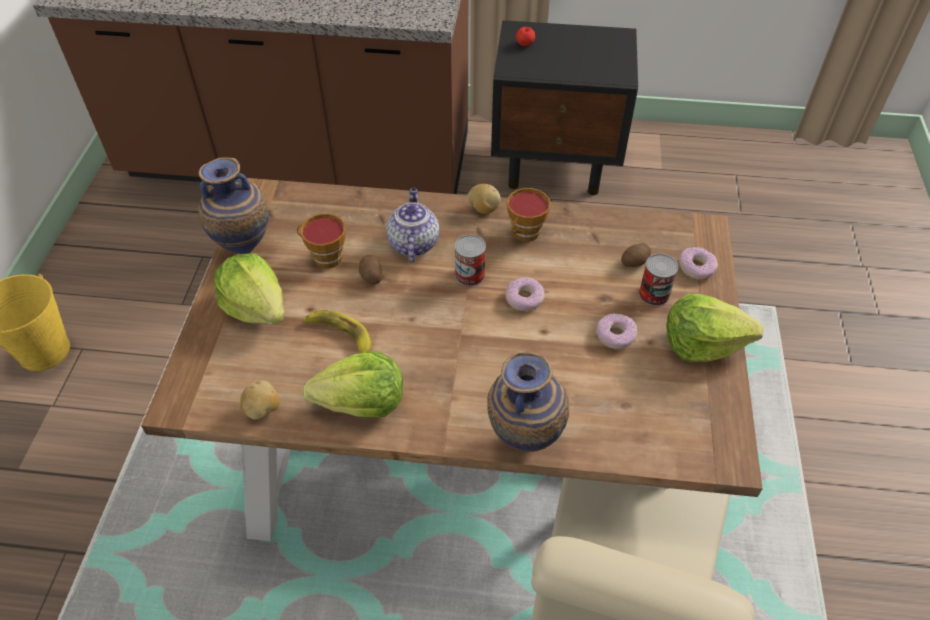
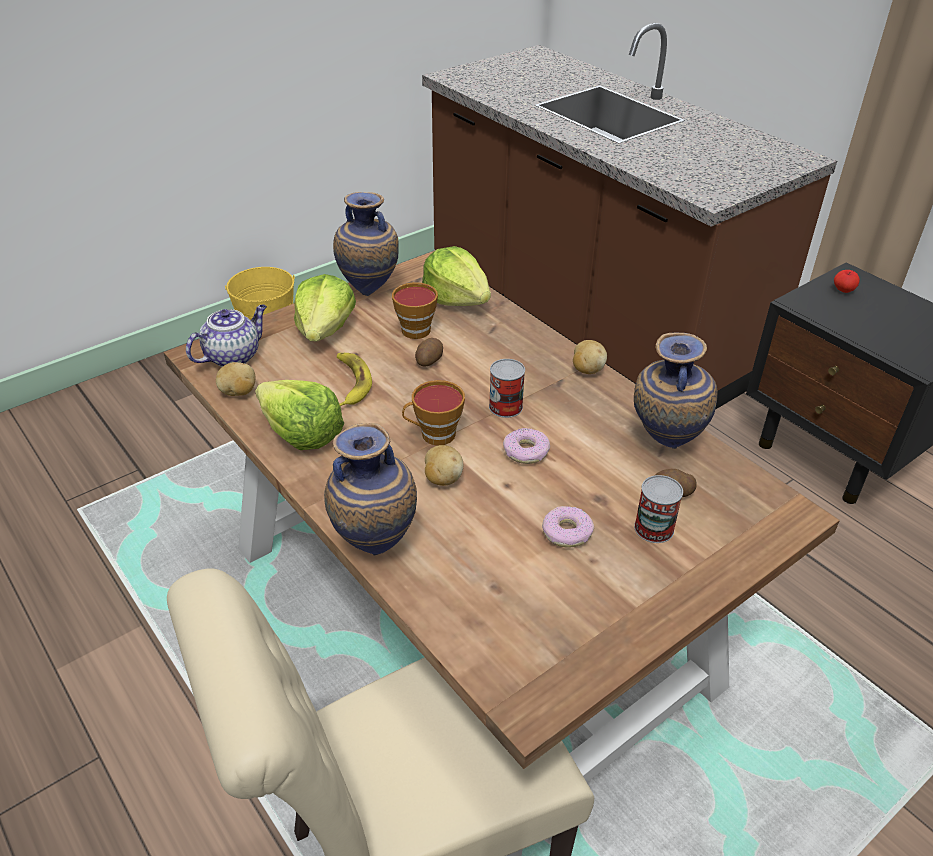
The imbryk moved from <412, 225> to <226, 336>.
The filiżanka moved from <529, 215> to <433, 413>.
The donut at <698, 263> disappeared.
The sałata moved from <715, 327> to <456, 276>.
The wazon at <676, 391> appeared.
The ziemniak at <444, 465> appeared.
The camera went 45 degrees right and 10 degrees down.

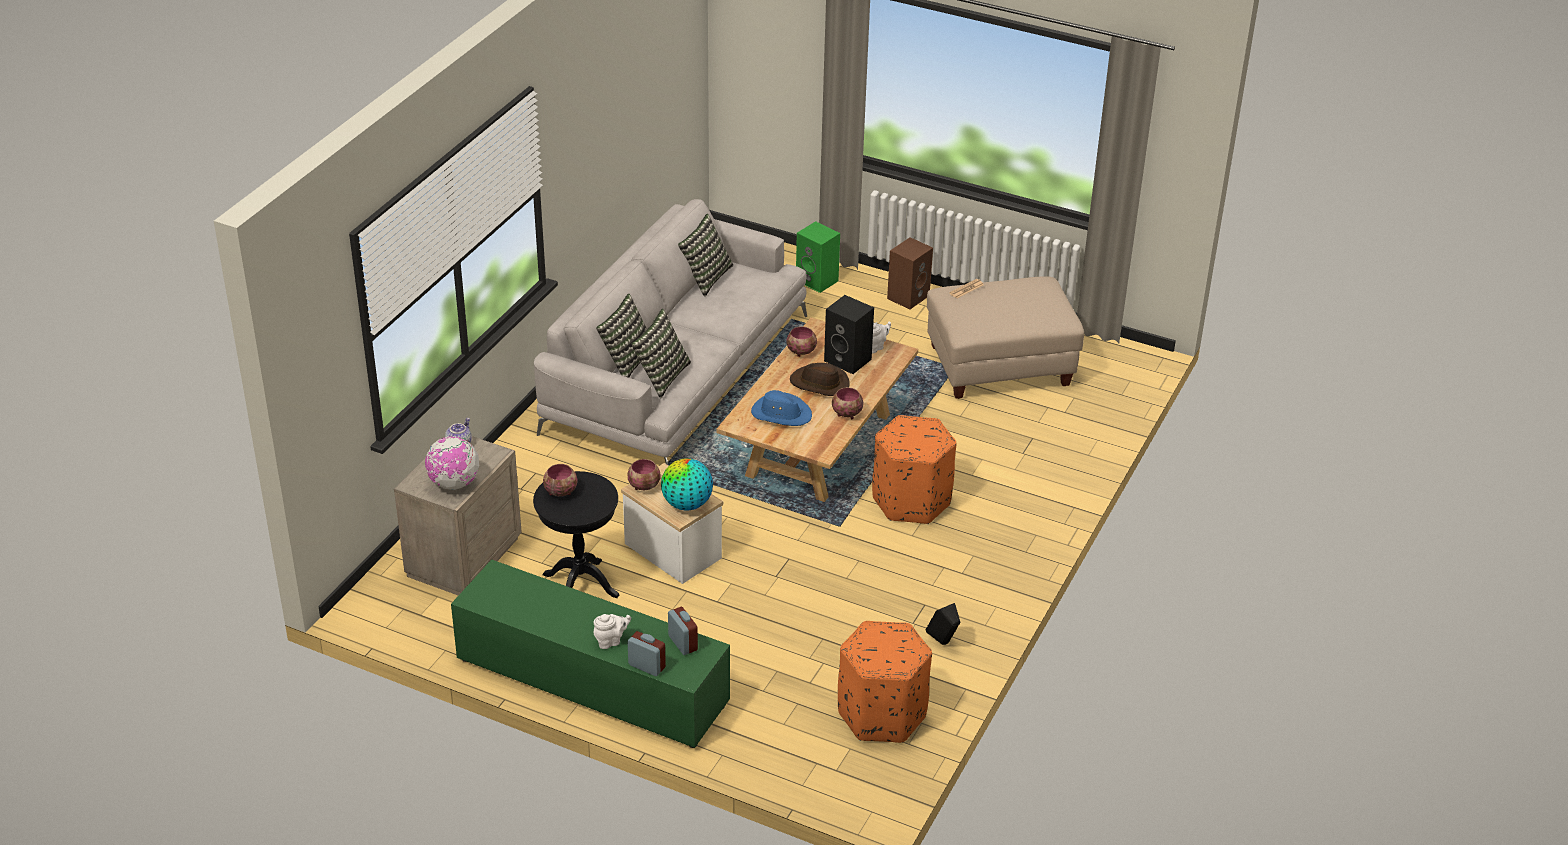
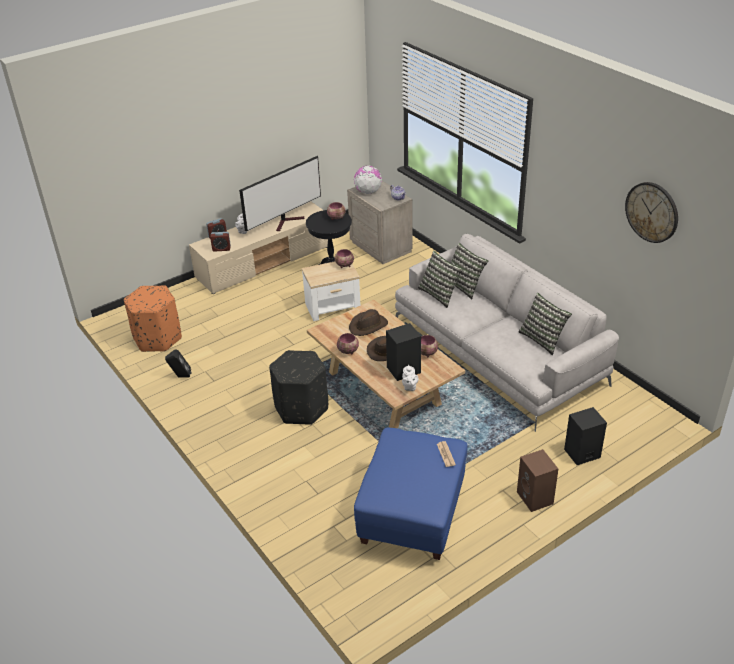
The głośnik (zielony) at <818, 257> became the głośnik (czarny) at <585, 436>.
The pufa (beżowy) at <1005, 337> became the pufa (niebieski) at <411, 493>.
The kapelusz (niebieski) at <781, 408> became the kapelusz (brązowy) at <368, 322>.
The pufa (pomarańczowy) at <914, 469> became the pufa (czarny) at <298, 387>.
The globus at <687, 484> disappeared.
The szafka pod telewizor (zielony) at <590, 653> became the szafka pod telewizor (beżowy) at <258, 247>.
The telewizor at <280, 193> appeared.
The zegar ścienny at <651, 212> appeared.
The camera went 120 degrees right and 0 degrees up.

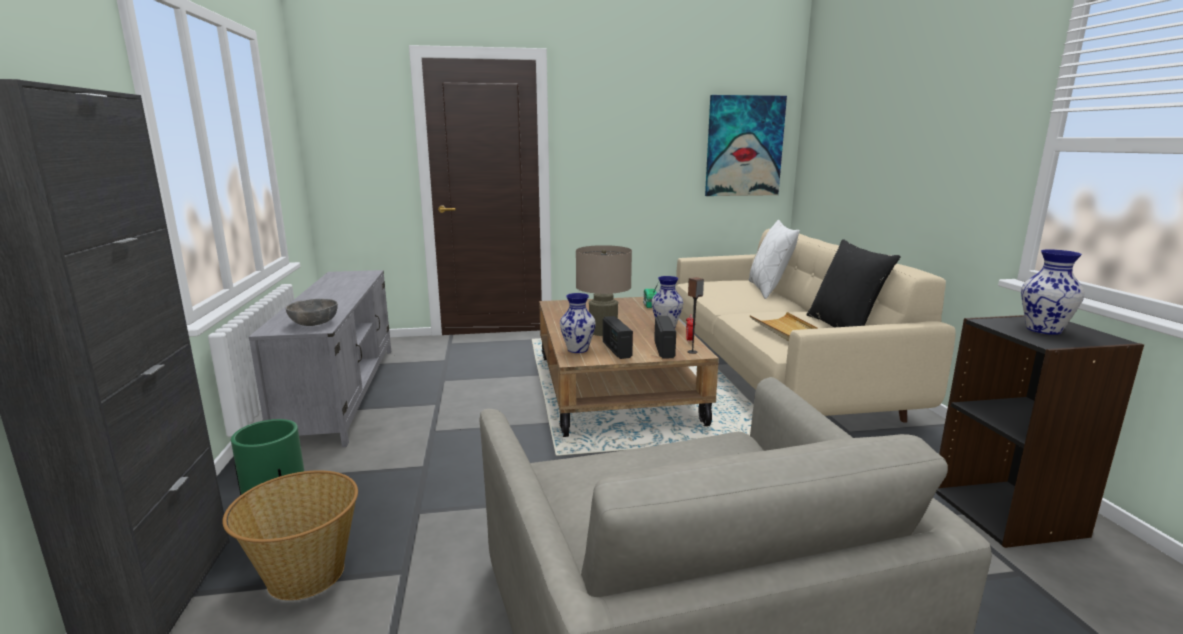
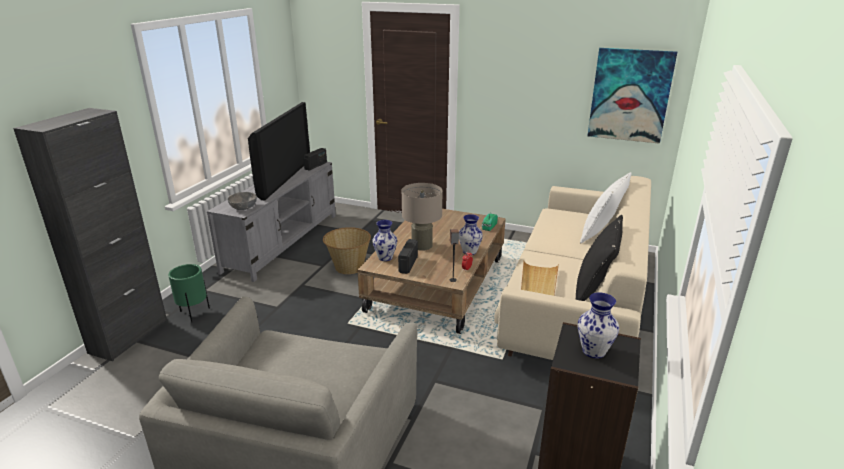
The radio moved from <665, 337> to <315, 159>.
The koszyk moved from <290, 535> to <347, 250>.
The telewizor at <279, 151> appeared.
The camera went 30 degrees right and 10 degrees up.

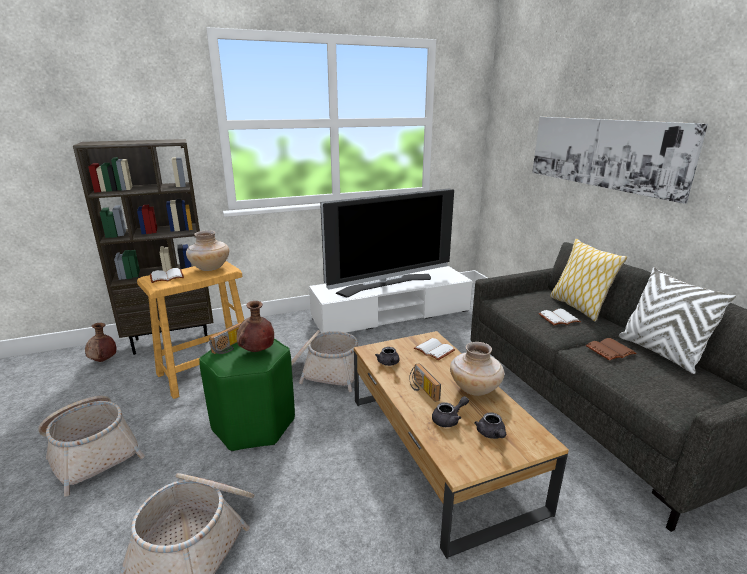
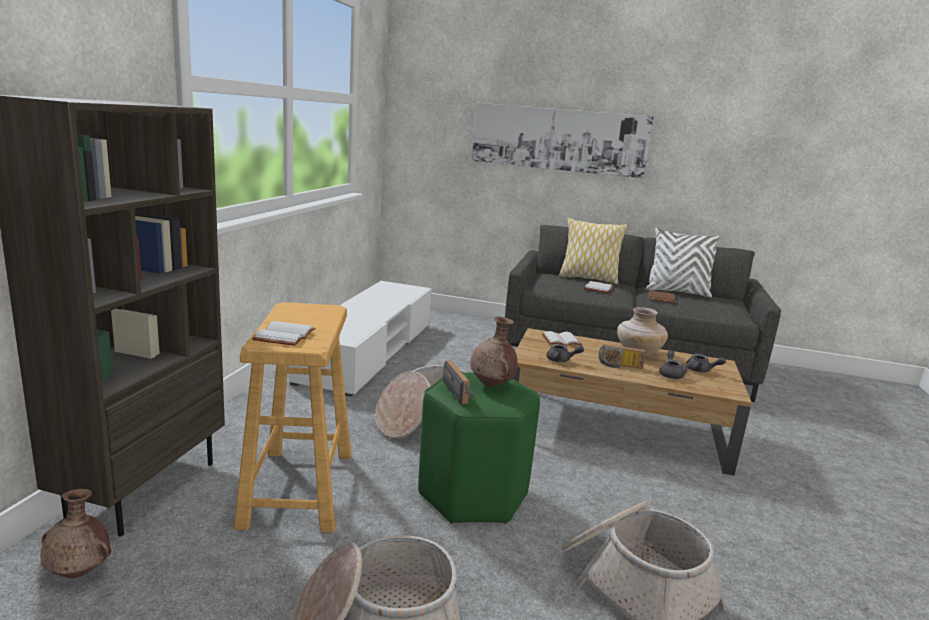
The telewizor at <387, 242> disappeared.
The wazon (beżowy) at <207, 250> disappeared.
The camera went 55 degrees left and 5 degrees down.

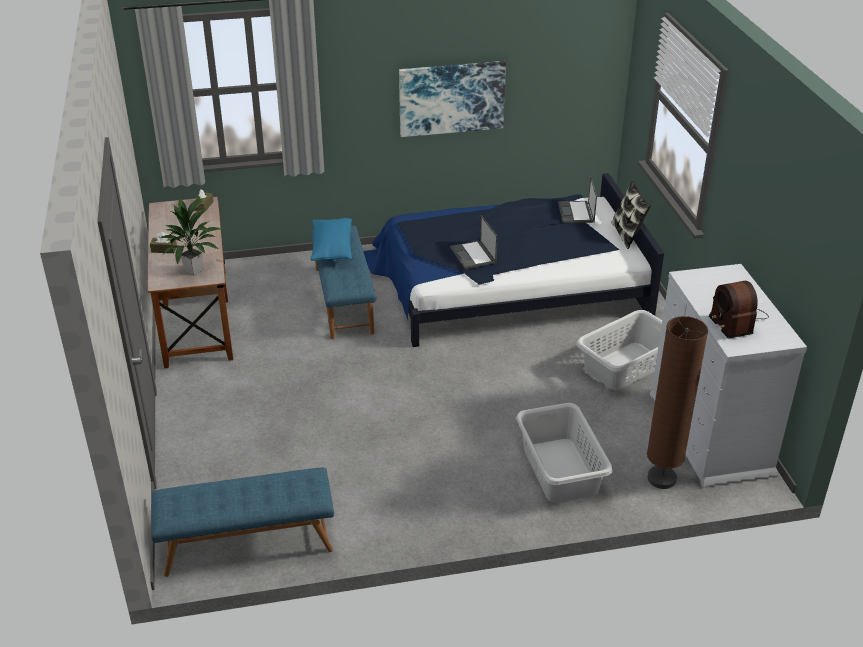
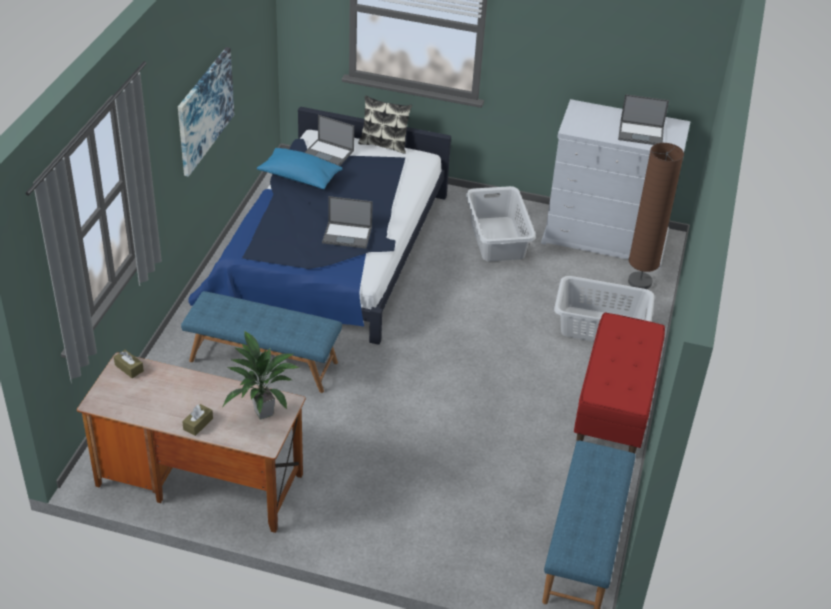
The poduszka (niebieski) moved from <331, 239> to <300, 168>.
The radio at <739, 310> was replaced by the laptop at <643, 119>.
The ławka (czerwony) at <619, 383> appeared.
The camera went 65 degrees left and 5 degrees up.

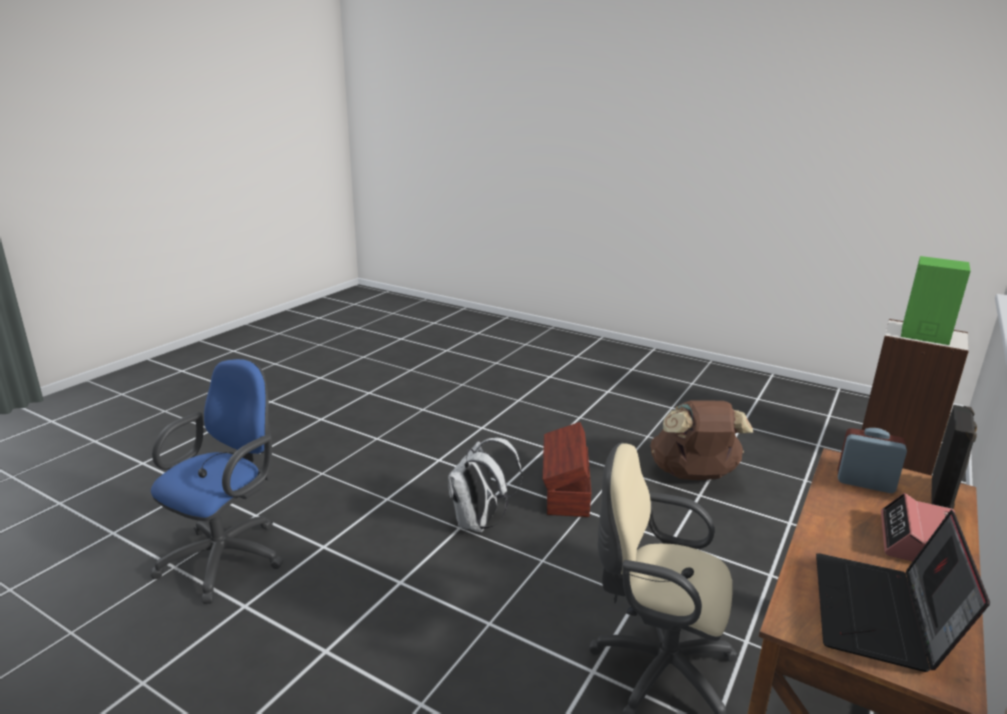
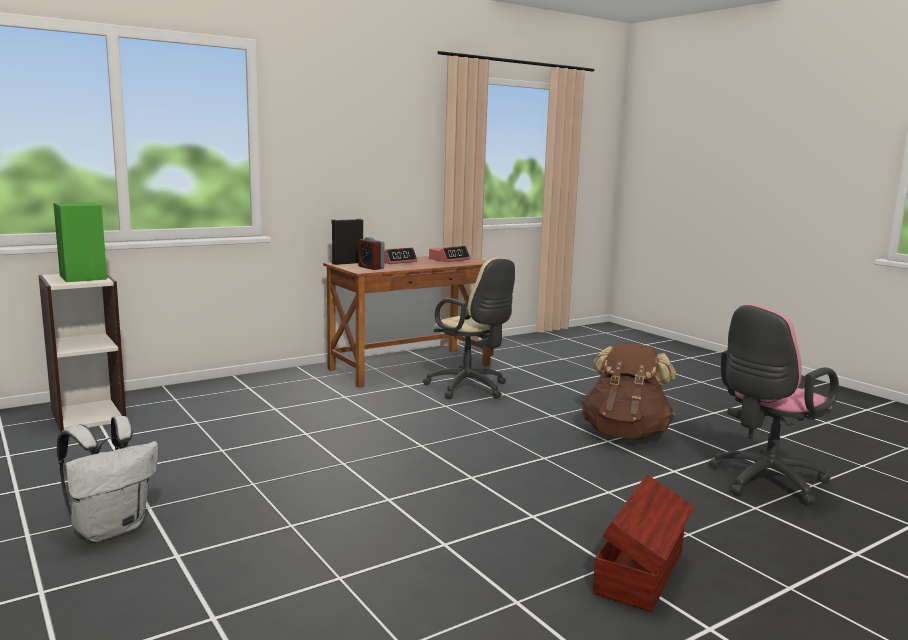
The krzesło biurowe (niebieski) at <217, 481> became the krzesło biurowe (różowy) at <774, 405>.
The plecak (brązowy) moved from <701, 440> to <628, 391>.
The pojemnik do przechowywania (brązowy) moved from <567, 469> to <644, 543>.
The plecak (biały) moved from <485, 485> to <107, 479>.
The laptop at <903, 591> was replaced by the budzik at <449, 254>.
The camera went 155 degrees left and 10 degrees down.

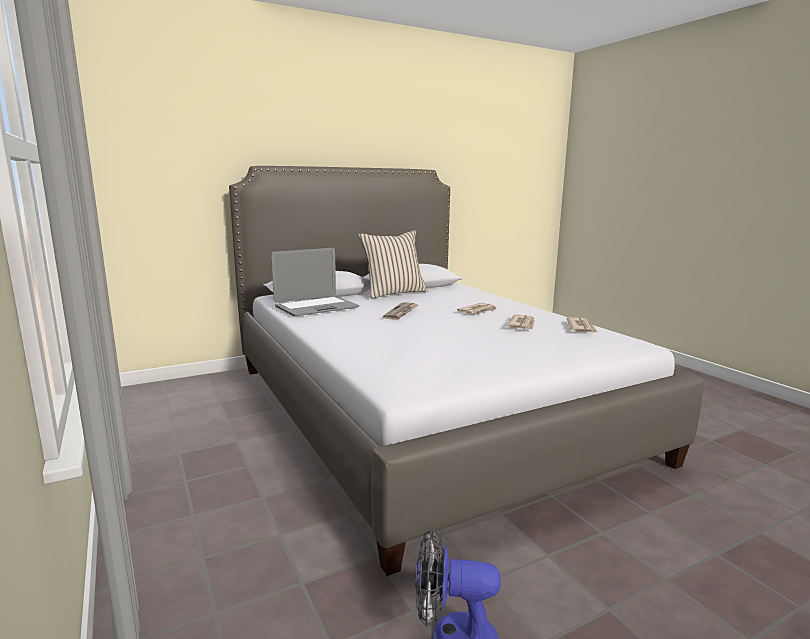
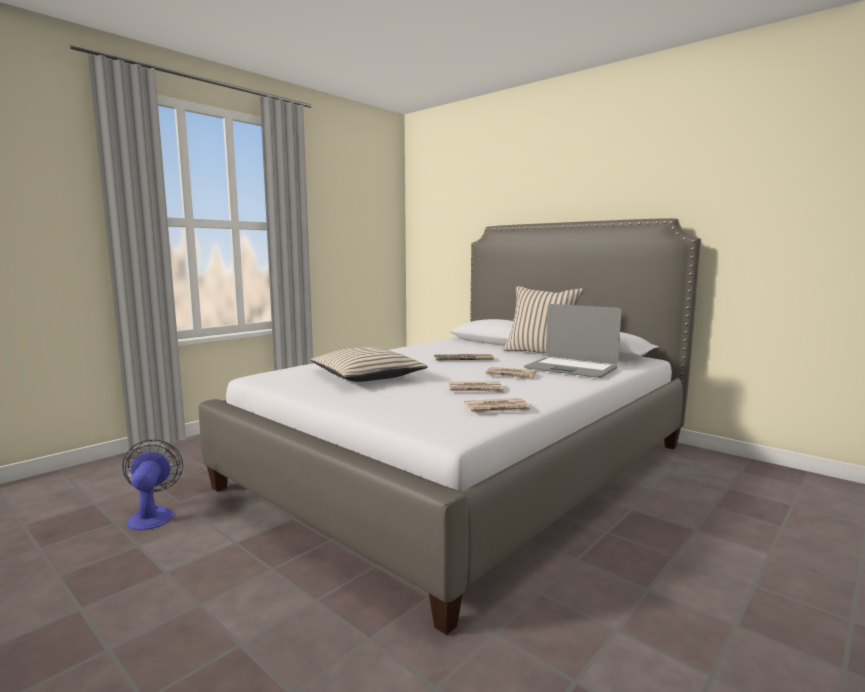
The laptop moved from <315, 282> to <572, 341>.
The poduszka (beżowy) at <369, 364> appeared.
The camera went 70 degrees right and 5 degrees down.

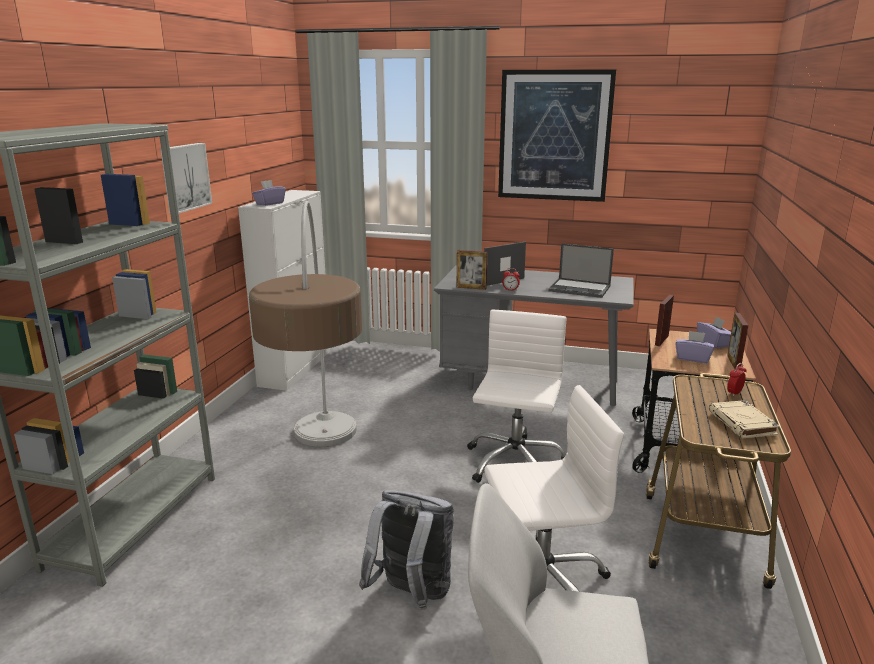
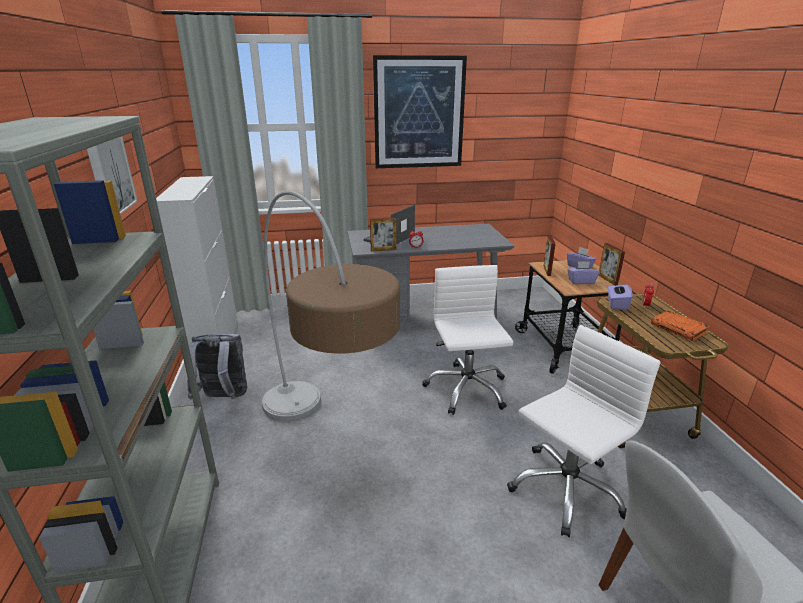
The pudełko chusteczek (fioletowy) moved from <269, 193> to <620, 296>.
The laptop at <581, 270> disappeared.
The książka (beżowy) at <744, 419> became the książka (pomarańczowy) at <680, 325>.
The plecak (szary) moved from <406, 550> to <217, 366>.
The camera went 25 degrees left and 5 degrees up.

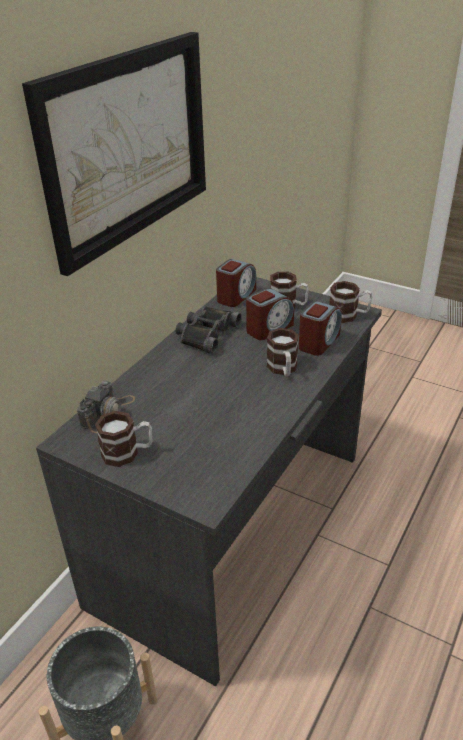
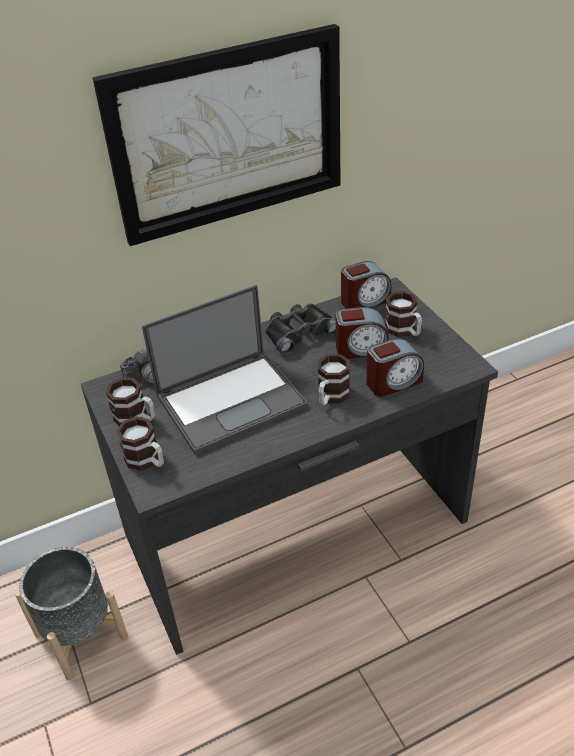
The kubek moved from <350, 302> to <140, 444>.
The laptop at <225, 370> appeared.
The camera went 35 degrees right and 5 degrees up.

